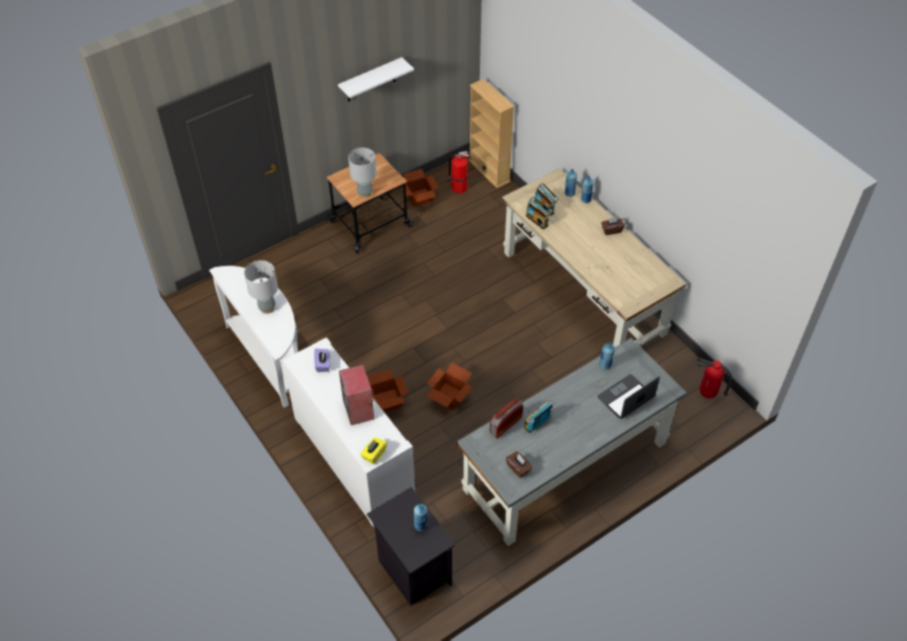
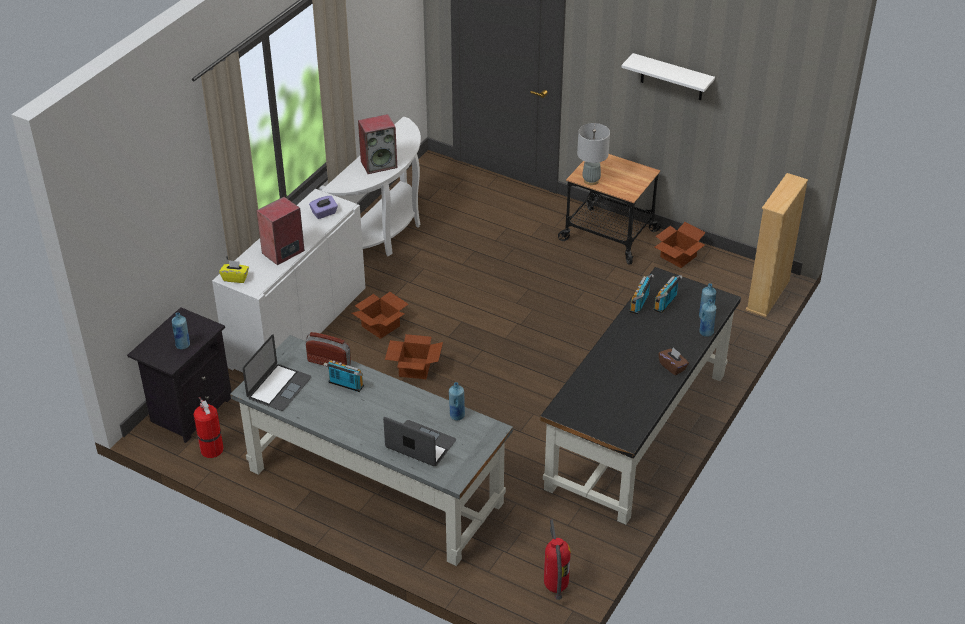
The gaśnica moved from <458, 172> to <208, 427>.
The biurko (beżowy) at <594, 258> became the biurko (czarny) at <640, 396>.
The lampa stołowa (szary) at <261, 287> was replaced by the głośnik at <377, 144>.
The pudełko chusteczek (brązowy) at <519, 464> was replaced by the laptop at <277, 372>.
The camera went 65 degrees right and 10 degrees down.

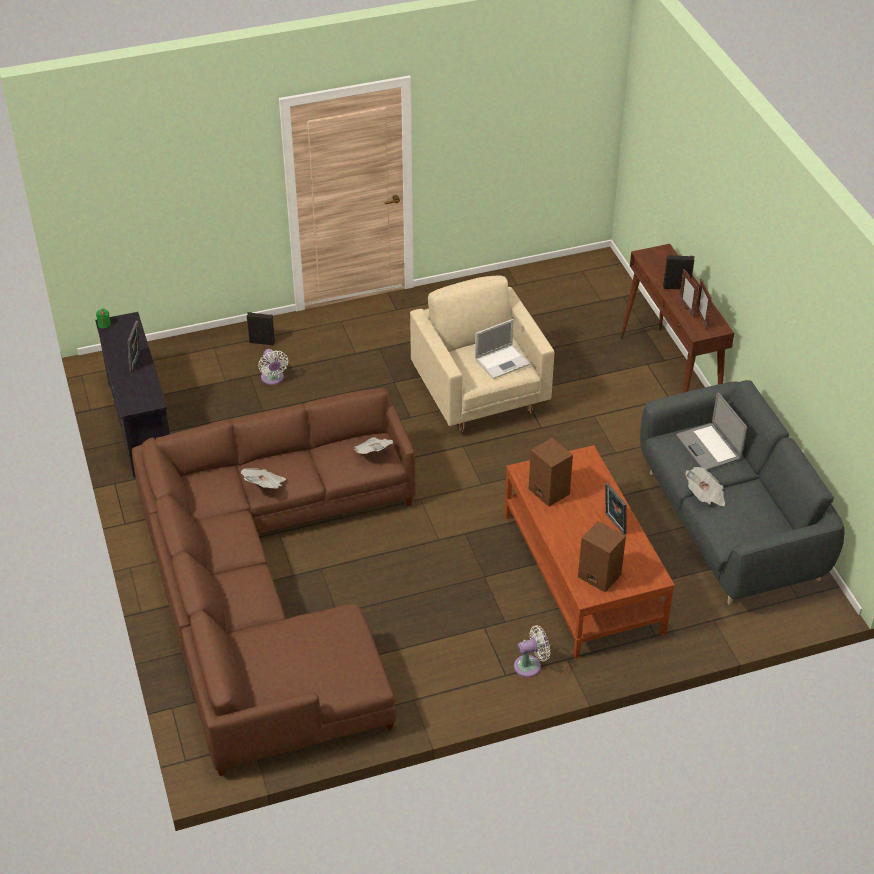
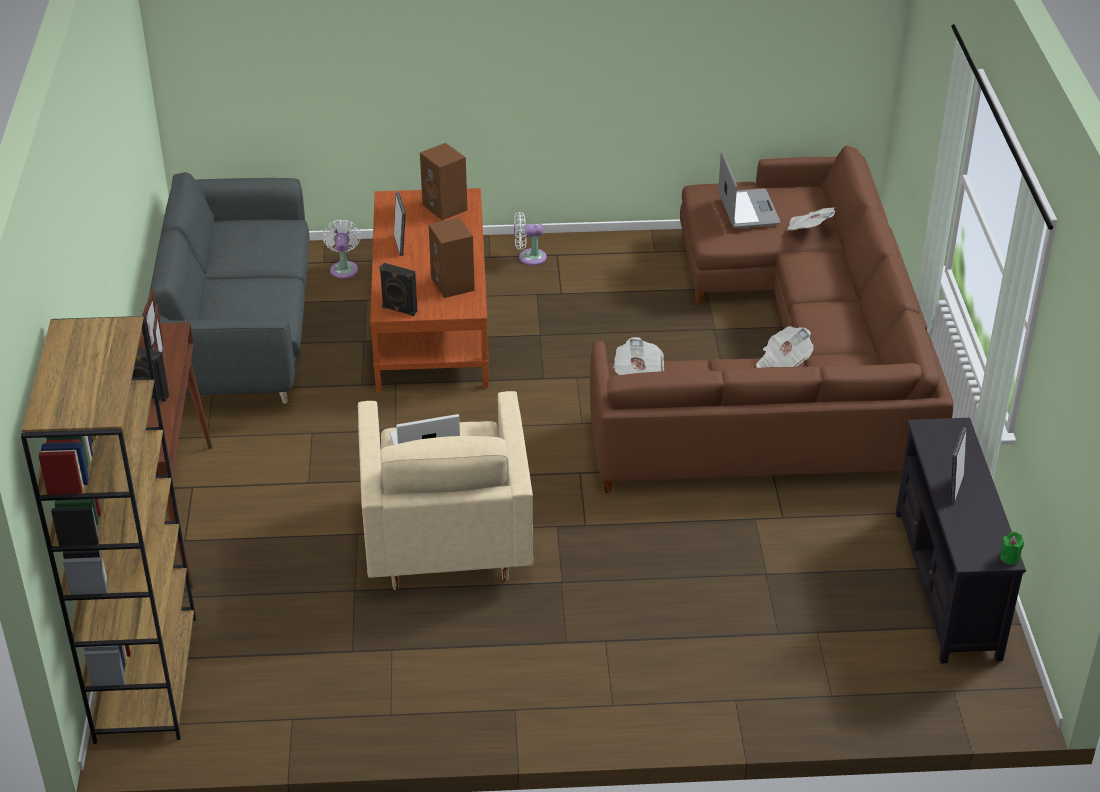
The głośnik (czarny) moved from <261, 329> to <398, 289>.
The wentylator (biały) moved from <273, 367> to <342, 249>.
The laptop moved from <712, 431> to <749, 190>.
The gazeta moved from <705, 486> to <810, 218>.
The regał (brązowy) at <108, 530> appeared.
The camera went 165 degrees left and 5 degrees down.

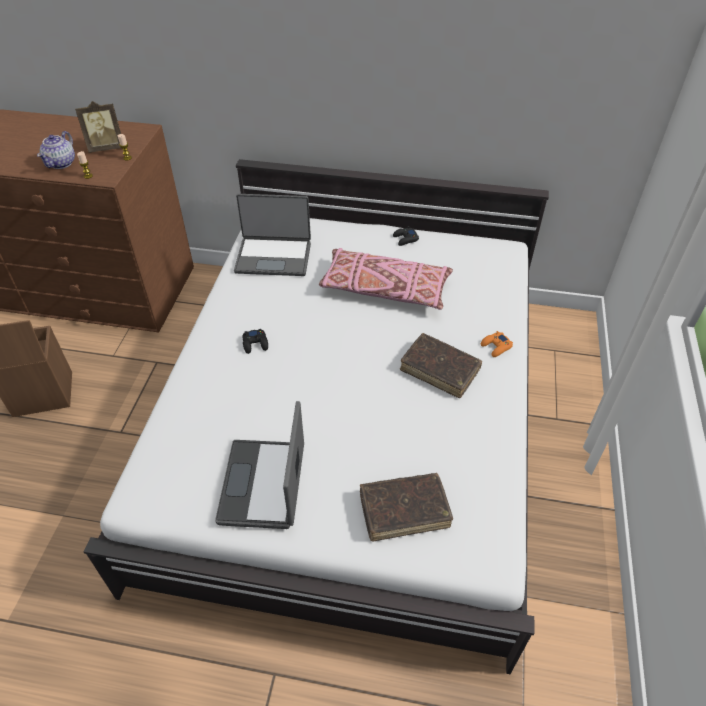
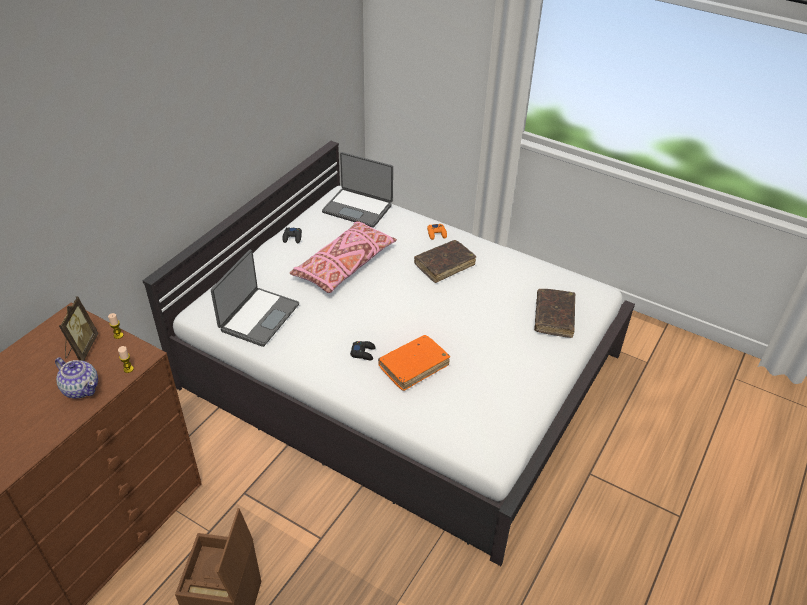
The laptop moved from <259, 465> to <357, 190>.
The książka (pomarańczowy) at <414, 363> appeared.
The camera went 70 degrees left and 5 degrees down.

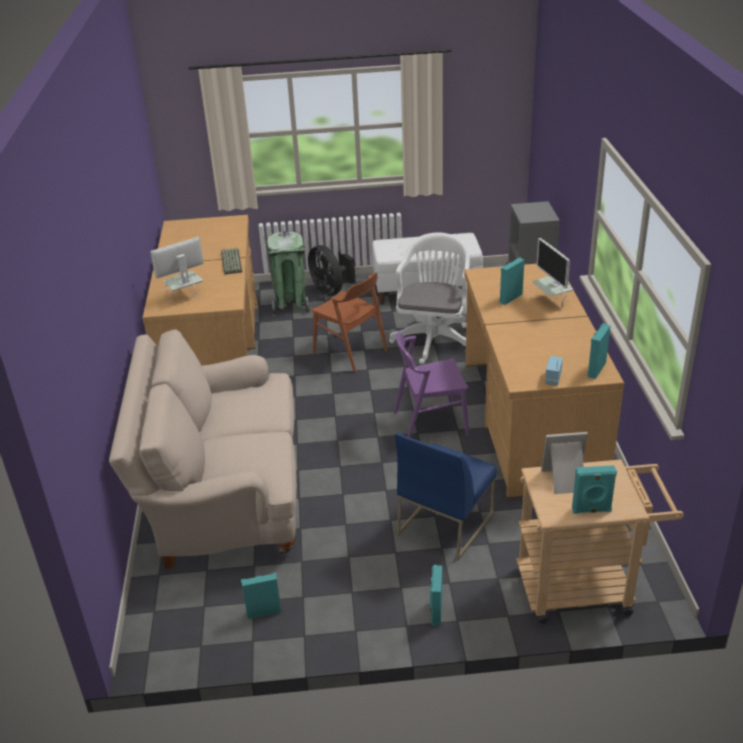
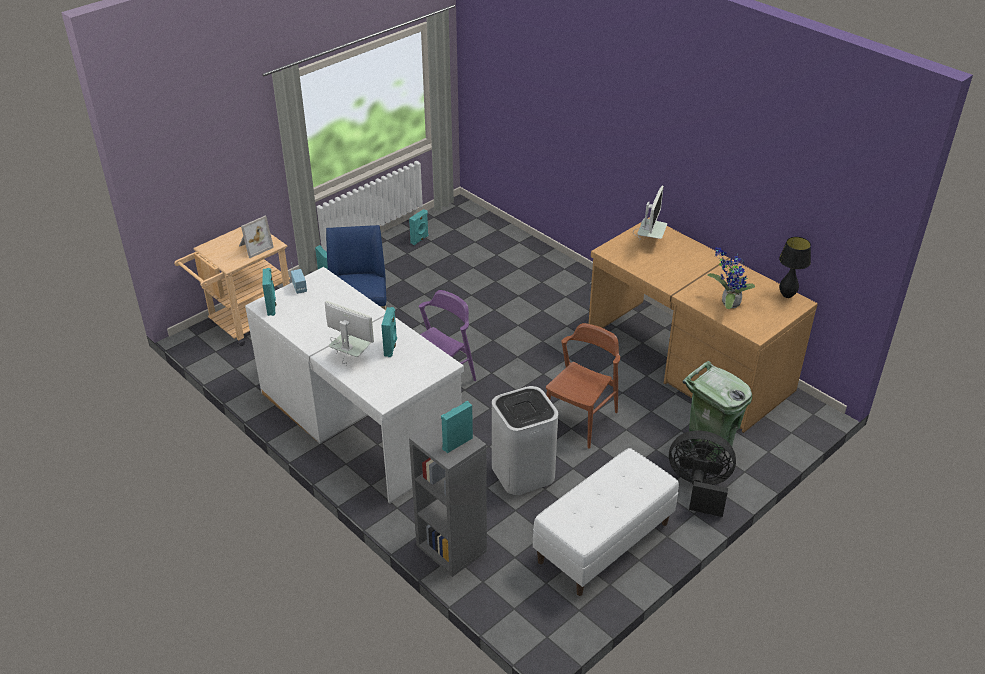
The krzesło biurowe (biały) at <429, 298> was replaced by the kosz na śmieci (biały) at <525, 440>.
The klawiatura at <231, 261> disappeared.
The biurko (brązowy) at <544, 381> became the biurko (biały) at <354, 385>.
The krzesło (brązowy) at <349, 322> turned 120 degrees clockwise.
The kanapa (beżowy) at <203, 449> disappeared.
The głośnik (turkusowy) moved from <594, 489> to <457, 427>.
The lampa stołowa (czarny) at <795, 267> appeared.
The roślina doniczkowa at <731, 278> appeared.
The camera went 140 degrees right and 5 degrees up.

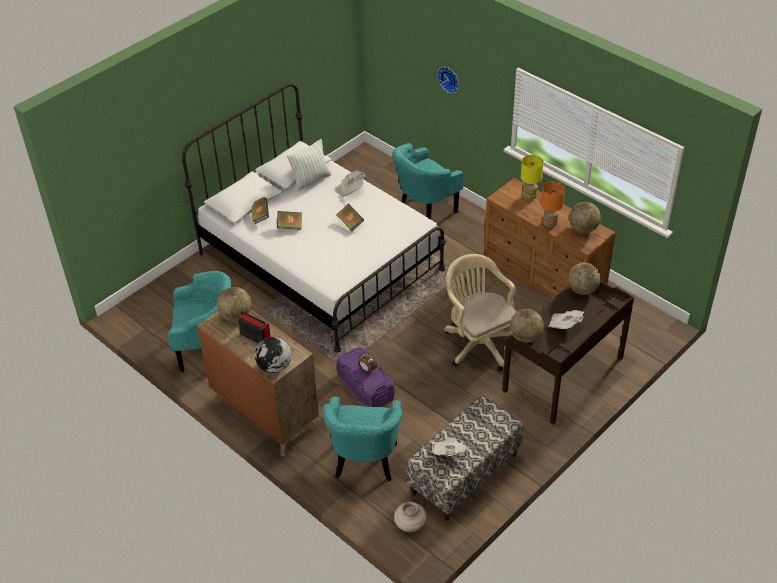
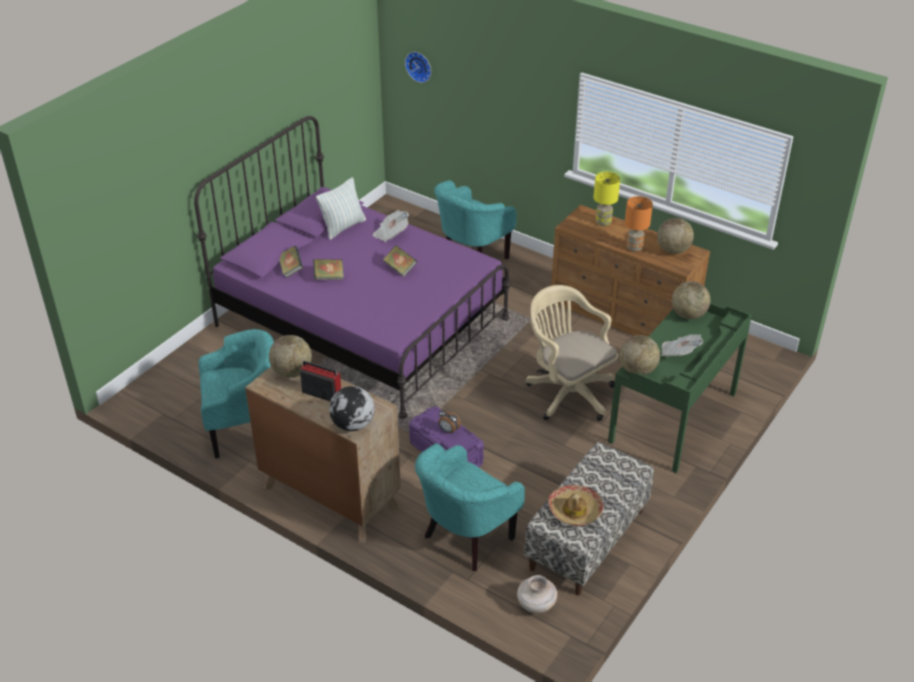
The zegar ścienny moved from <448, 80> to <418, 67>.
The łóżko (biały) at <314, 218> became the łóżko (fioletowy) at <352, 267>.
The biurko (brązowy) at <568, 352> became the biurko (zielony) at <680, 388>.
The fotel (turkusowy) at <363, 439> turned 45 degrees clockwise.
The gazeta at <449, 447> was replaced by the kapelusz at <576, 505>.
The camera went 10 degrees left and 5 degrees down.

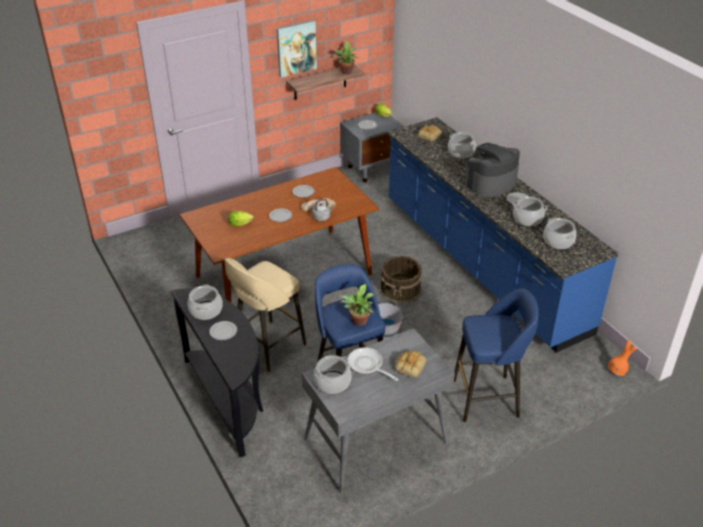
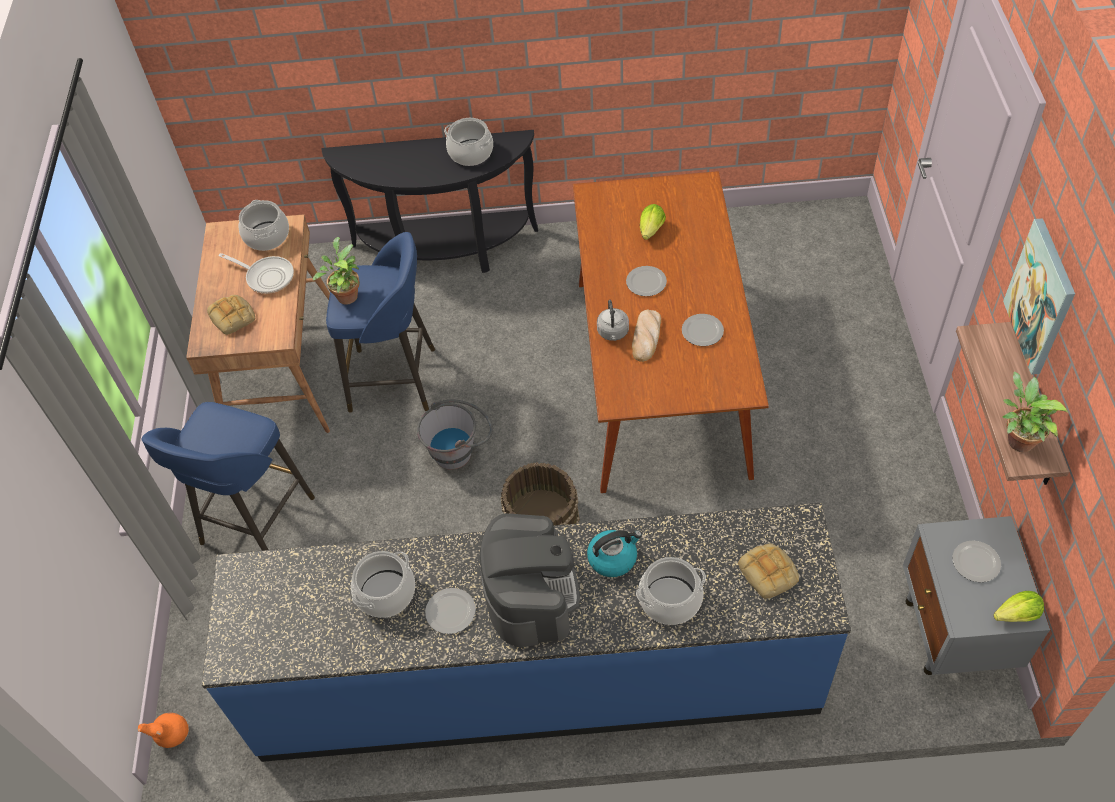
The garnek at <559, 233> disappeared.
The stołek (beżowy) at <266, 315> disappeared.
The talerz at <223, 330> disappeared.
The biurko (szary) at <378, 411> became the biurko (brązowy) at <258, 323>.
The patelnia at <373, 364> turned 45 degrees clockwise.
The czajnik at <614, 553> appeared.
The camera went 120 degrees right and 15 degrees up.

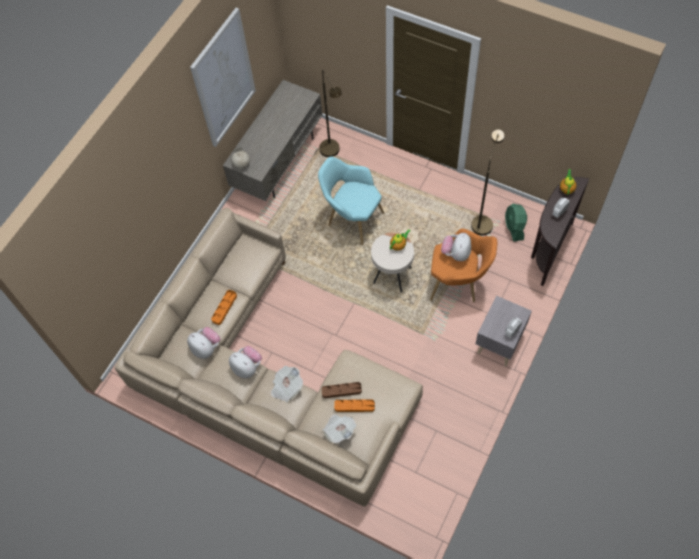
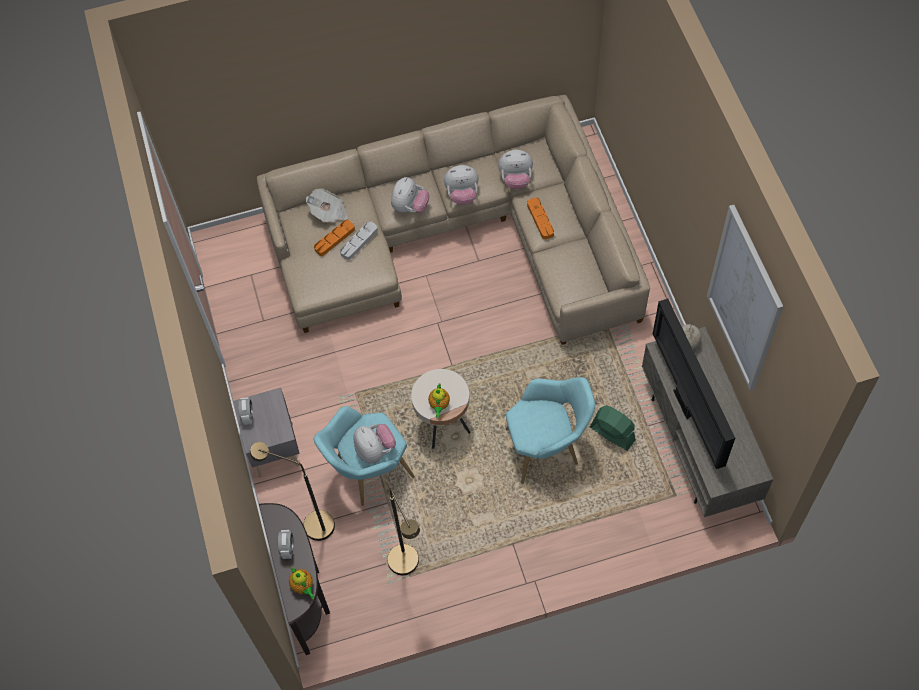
The lampa stojąca (brązowy) moved from <330, 113> to <292, 491>.
The wentylator (zielony) moved from <516, 223> to <612, 428>.
The fotel (pomarańczowy) at <463, 265> became the fotel (turkusowy) at <364, 456>.
The gazeta at <286, 384> was replaced by the pluszak at <410, 195>.
The taca (brązowy) at <341, 390> became the taca (szary) at <359, 240>.
The telewizor at <694, 383> appeared.
The camera went 135 degrees right and 0 degrees up.

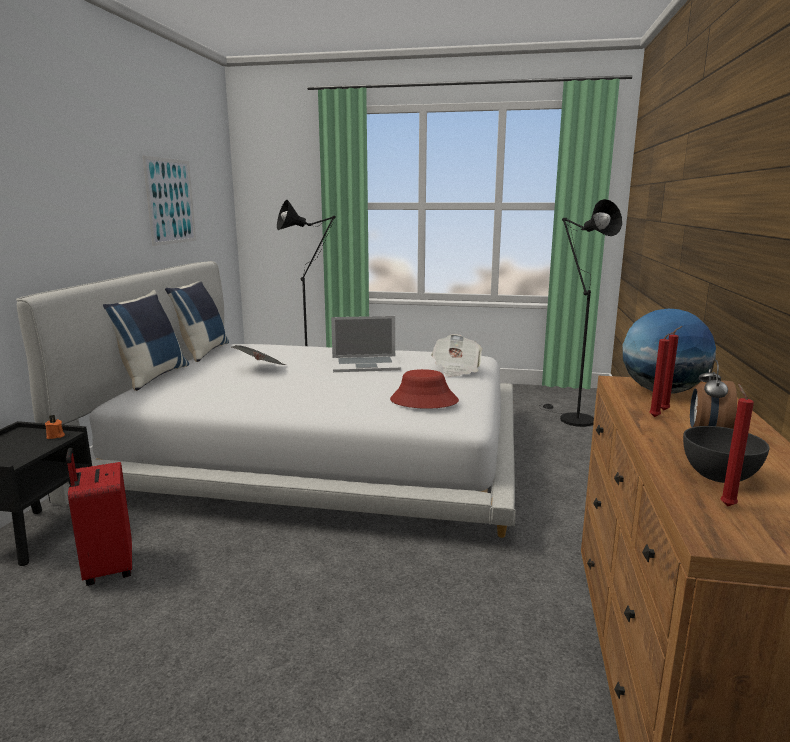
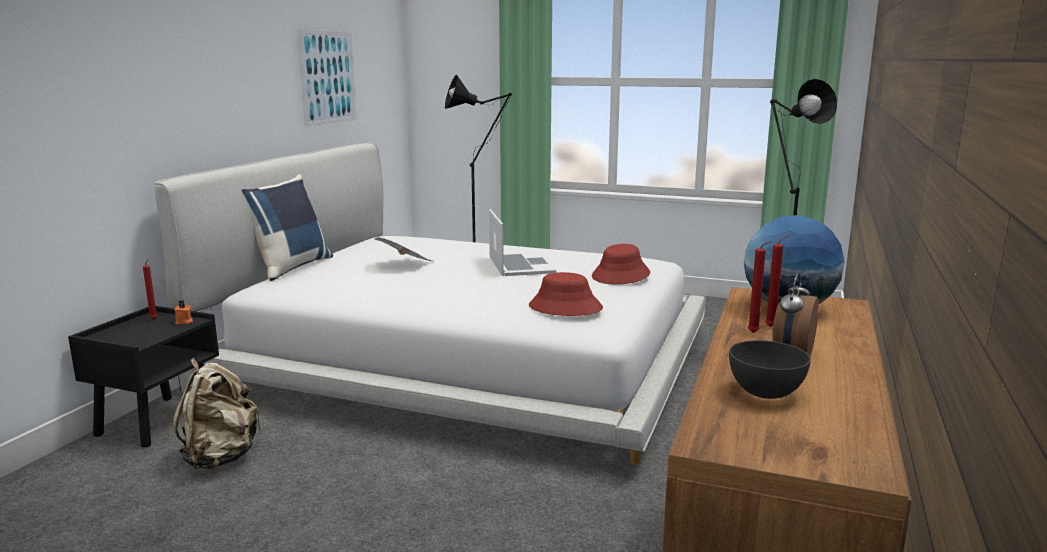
The poduszka (niebieski) at <197, 321> disappeared.
The laptop at <366, 344> turned 105 degrees counterclockwise.
The gazeta at <456, 355> was replaced by the kapelusz (czerwony) at <621, 264>.
The świeca (czerwony) moved from <737, 445> to <150, 289>.
The walizka (czerwony) at <99, 517> was replaced by the plecak (beżowy) at <217, 413>.
The camera went 10 degrees right and 0 degrees up.

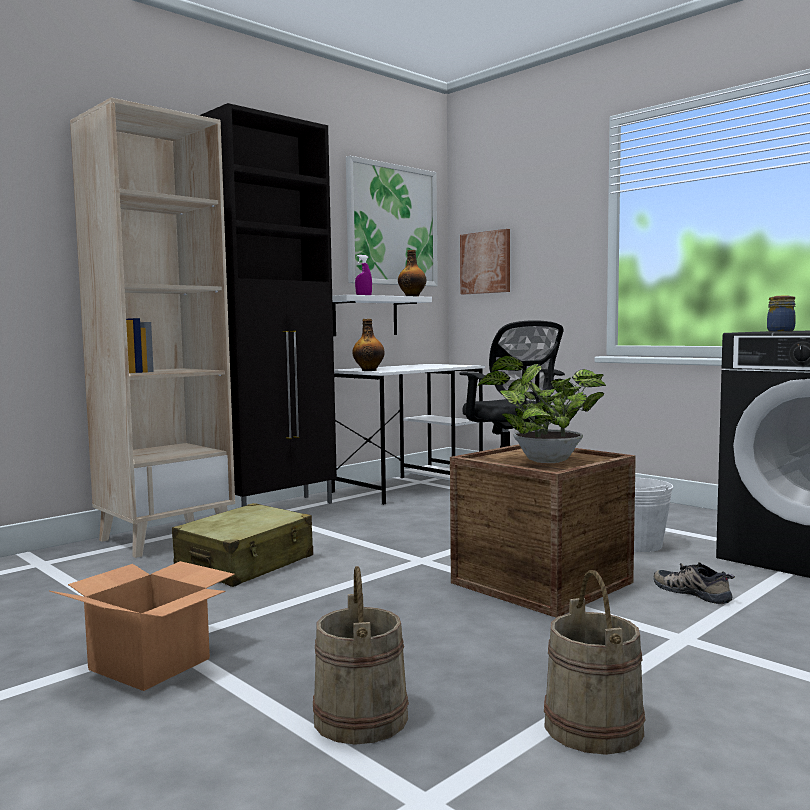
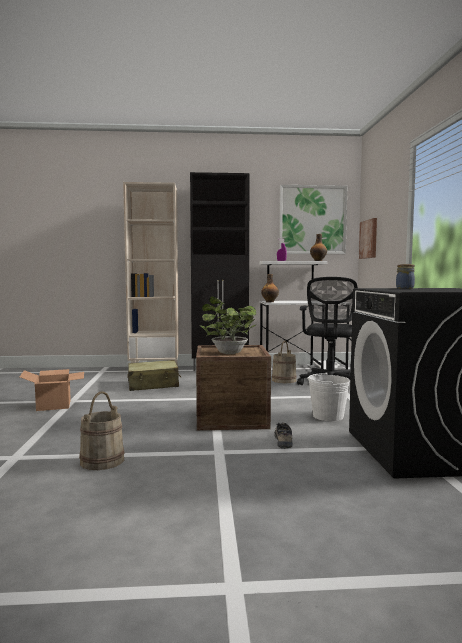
The wiadro (beżowy) moved from <361, 655> to <284, 362>.
The camera went 40 degrees right and 0 degrees up.

